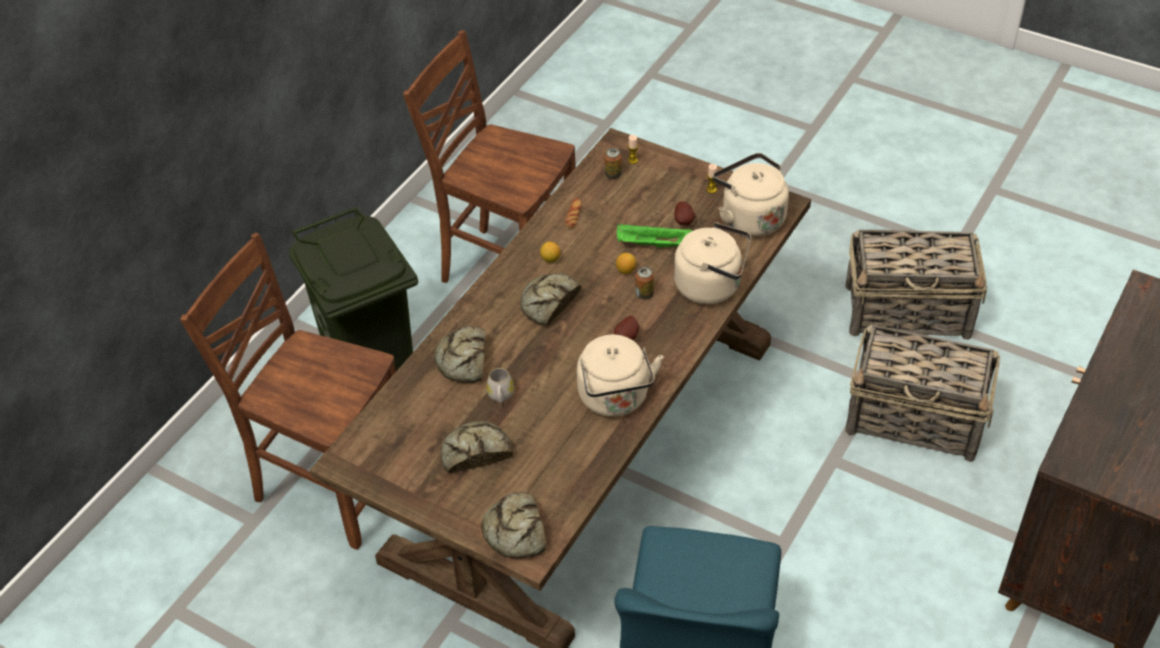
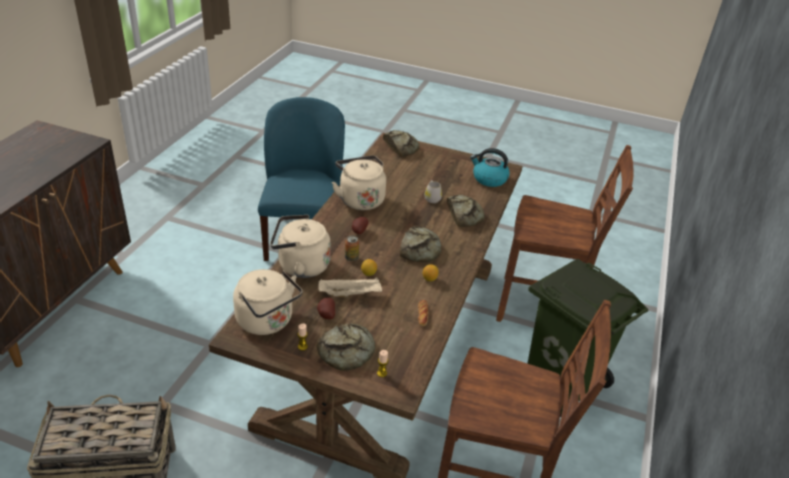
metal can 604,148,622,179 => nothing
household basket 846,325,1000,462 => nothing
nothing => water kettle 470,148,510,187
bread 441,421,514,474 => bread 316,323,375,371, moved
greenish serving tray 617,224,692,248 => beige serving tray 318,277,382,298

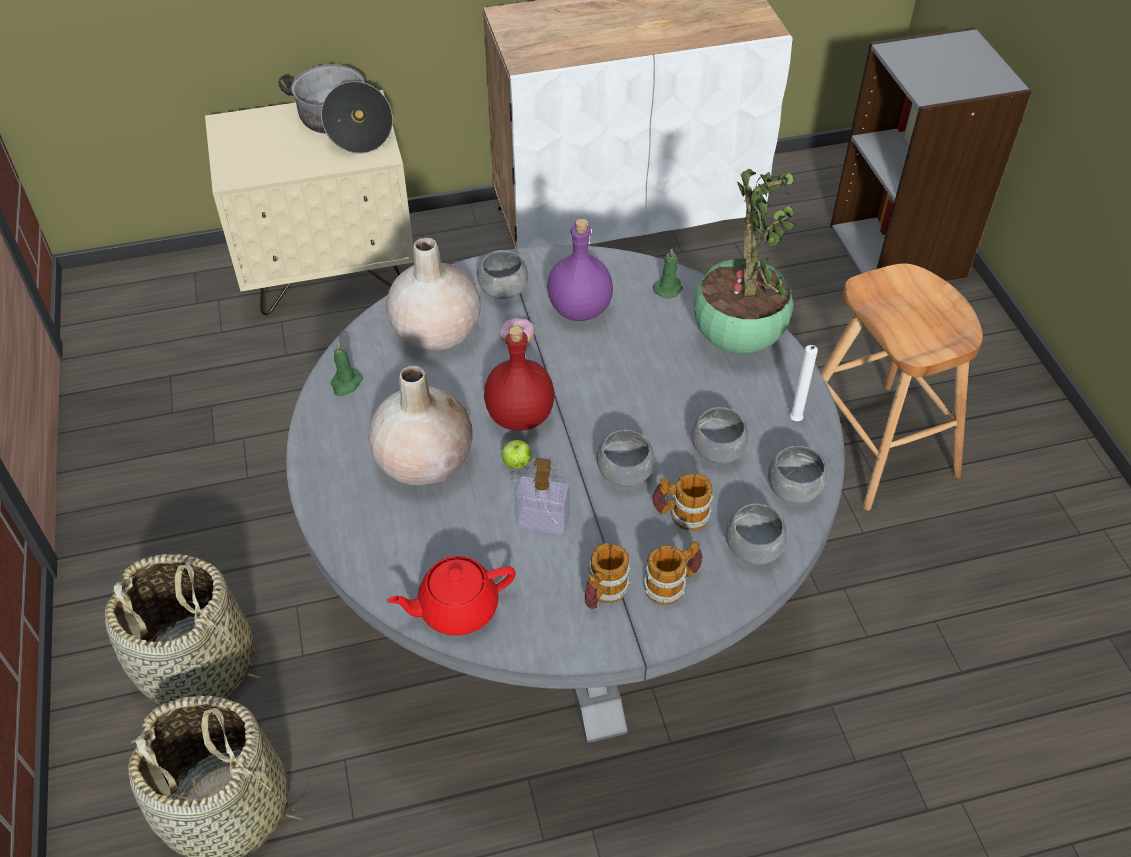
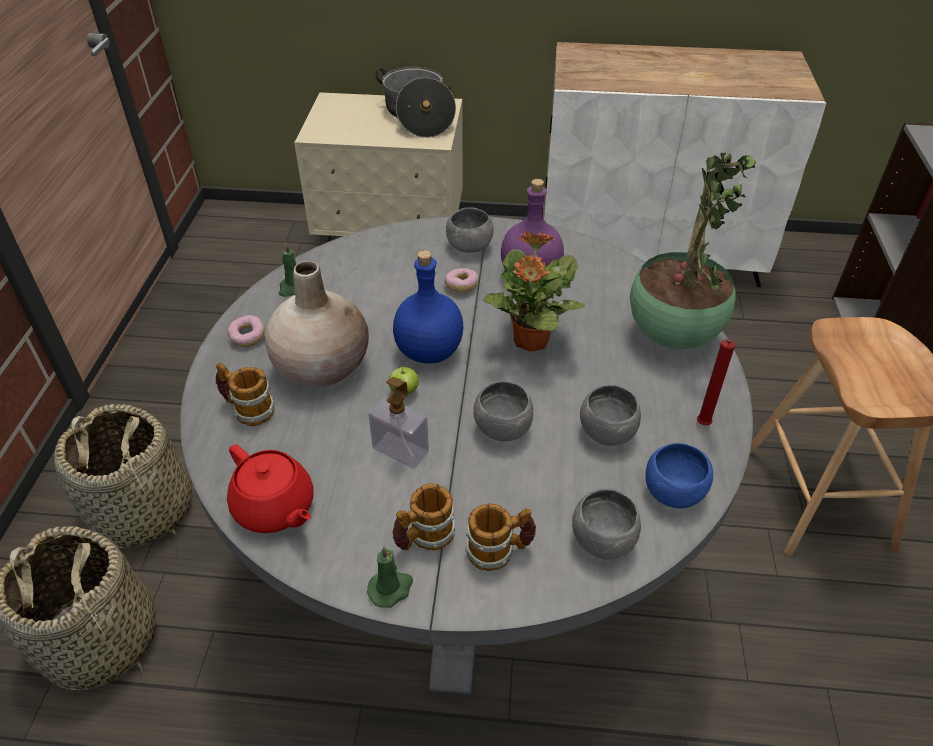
beige flower vase 386,237,481,350 => nothing
nothing => doughnut 228,315,265,347
nothing => potted plant 483,231,585,352
tea mug 652,473,714,531 => tea mug 216,363,275,426, moved
greenish wax light 653,248,683,299 => greenish wax light 367,546,413,608, moved
reddish bottle 484,326,554,431 => bluish bottle 393,250,463,364
gray serving bowl 768,446,827,504 => bluish serving bowl 646,443,713,508
white wax light 790,345,818,421 => reddish wax light 697,339,735,426
reddish tea pot 387,556,516,635 => reddish tea pot 227,444,314,533, 135 degrees counterclockwise

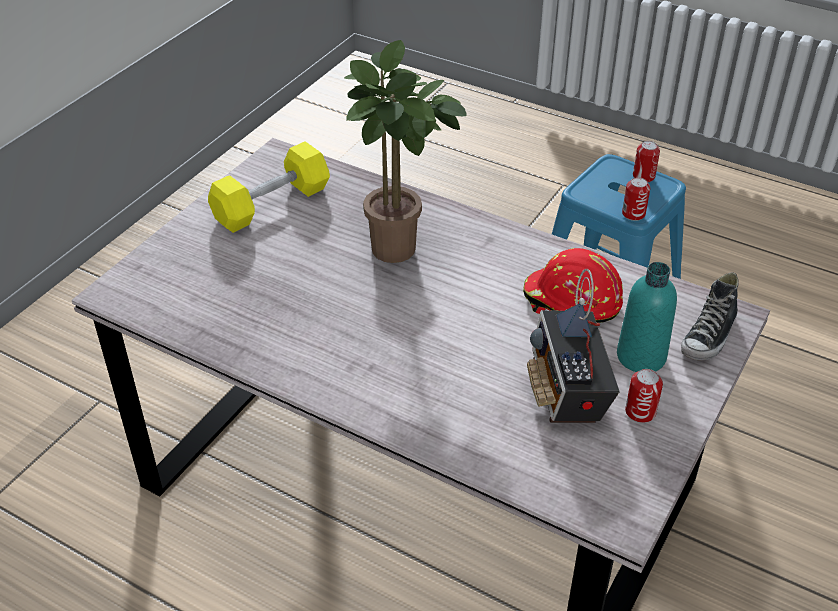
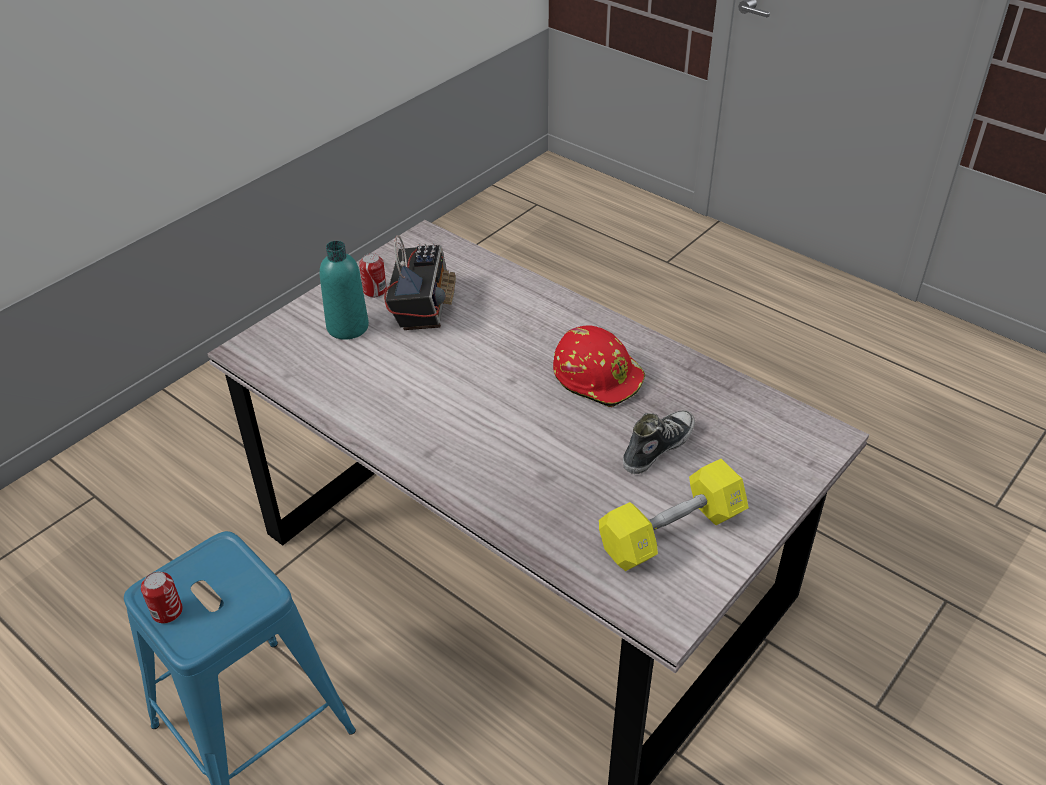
potted plant 344,40,466,263 => nothing
metal can 622,177,650,221 => nothing
reddish work helmet 523,248,623,323 => reddish work helmet 553,325,645,407, moved
low shoe 681,272,738,361 => low shoe 623,410,695,474, moved

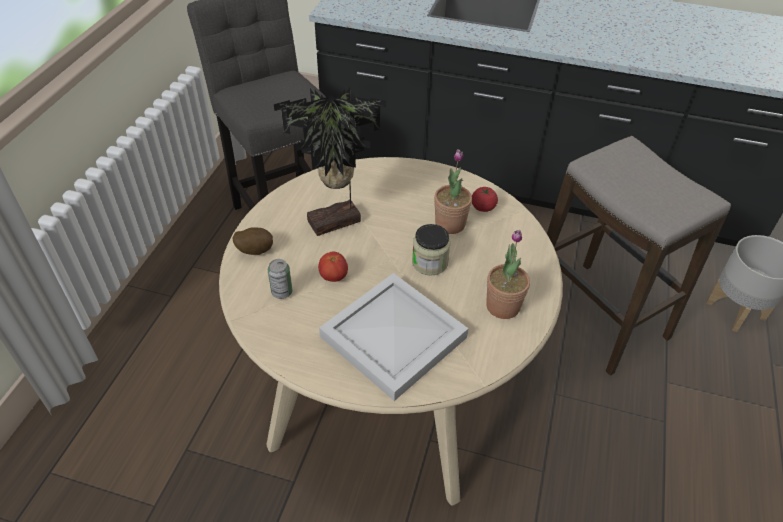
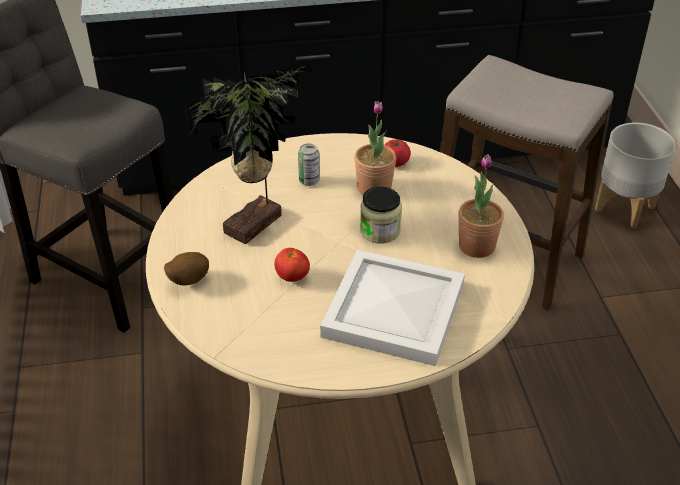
metal can 268,259,292,299 => metal can 298,144,320,186, moved

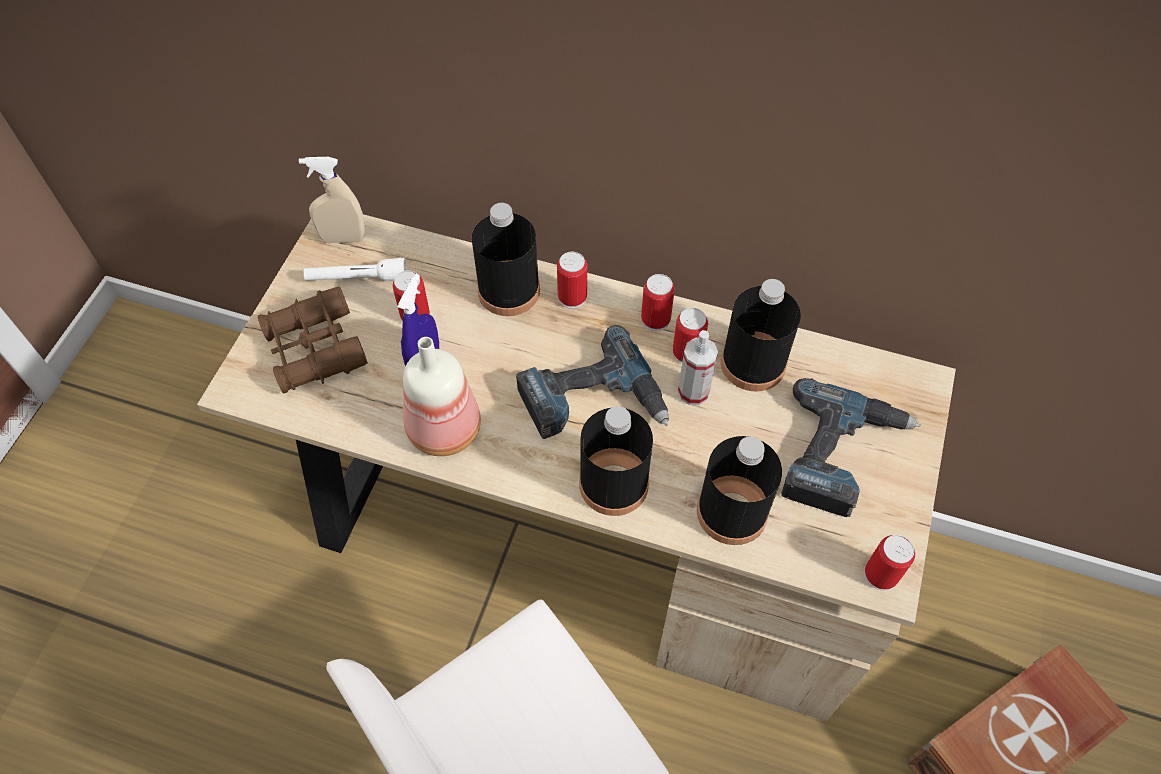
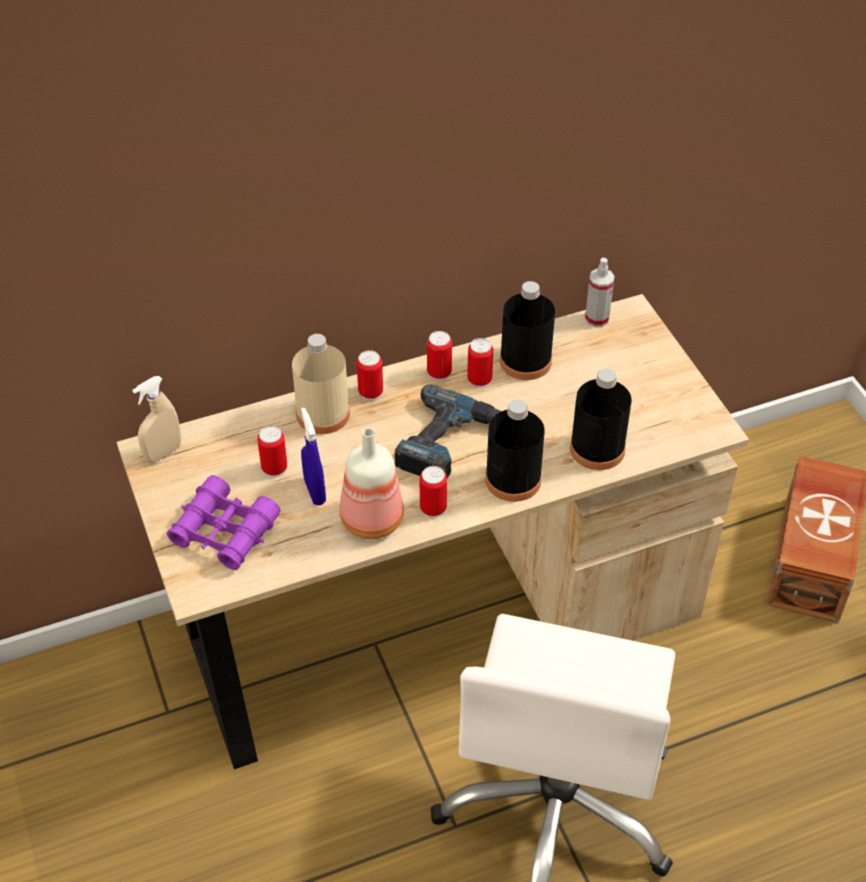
white torch 304,257,407,281 => nothing
drill 781,378,921,517 => nothing
spray bottle 678,330,718,405 => spray bottle 585,258,615,327, moved
metal can 865,535,915,590 => metal can 420,466,447,518, moved
brown pair of binoculars 258,287,368,394 => purplish pair of binoculars 167,475,280,570
blackish bottle 472,203,540,316 => beige bottle 292,334,350,434

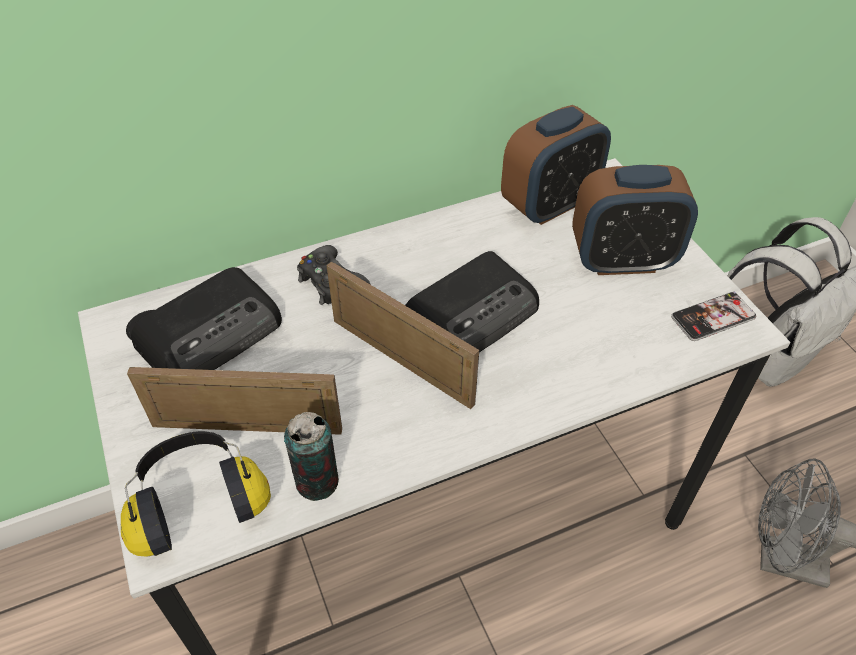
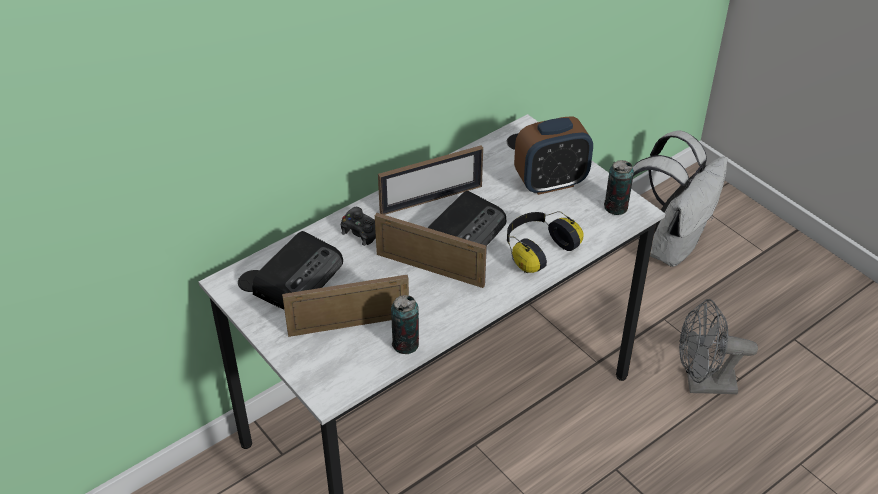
alarm clock 501,105,611,225 => nothing
nothing => standing frame 378,145,483,215
headset 121,431,271,556 => headset 507,211,584,273, moved
phone 671,292,756,341 => metal can 604,160,634,215

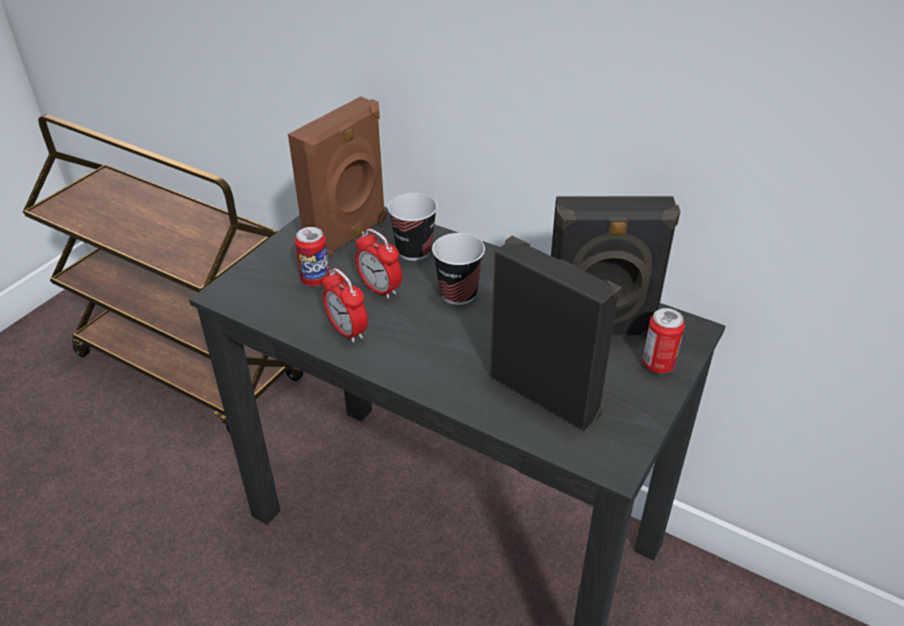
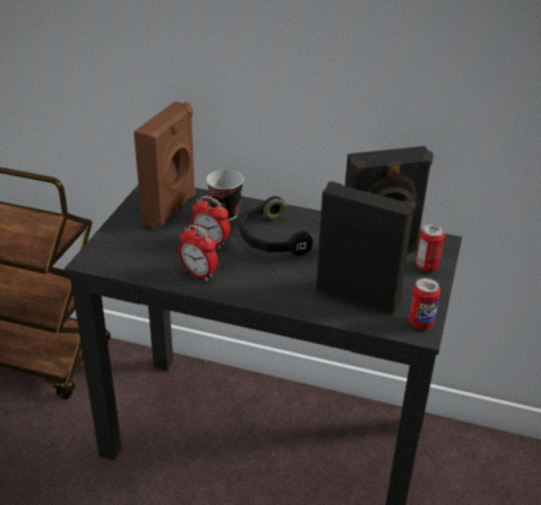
metal can 295,227,330,286 => metal can 408,278,440,329, moved
small cup 432,233,485,305 => blackish headset 239,196,313,256

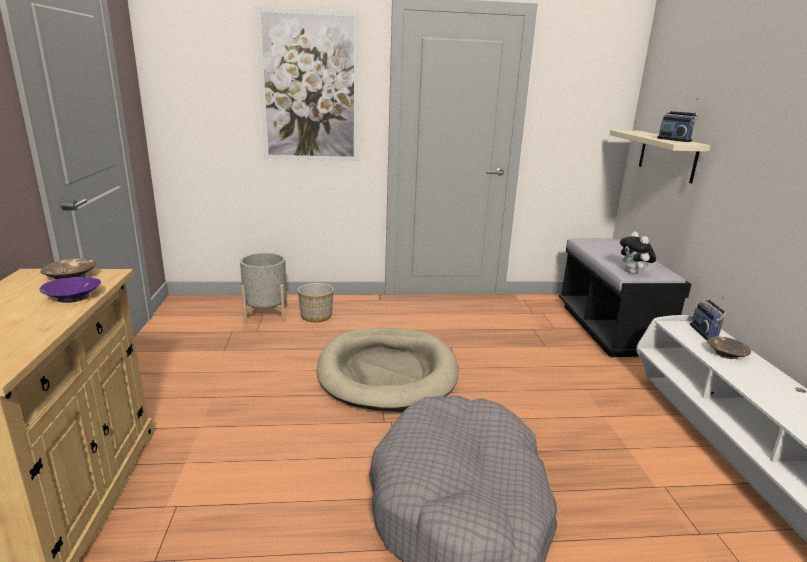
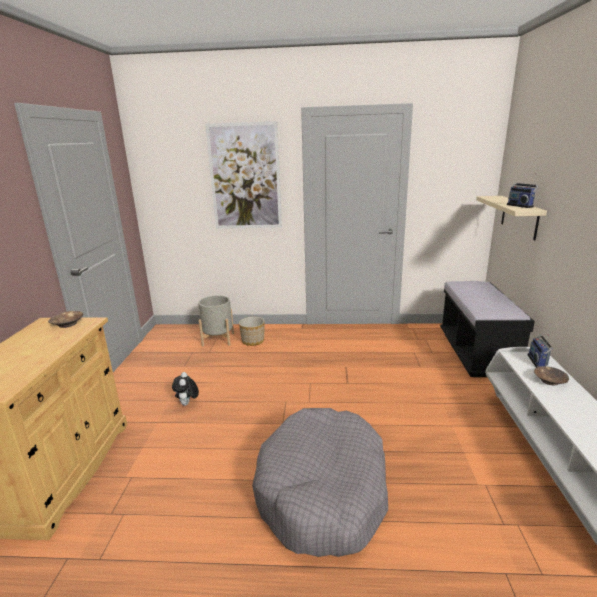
purplish serving bowl 40,277,101,303 => nothing
beige dog bed 317,328,459,412 => nothing
plush toy 620,231,656,274 => plush toy 172,372,199,406, moved

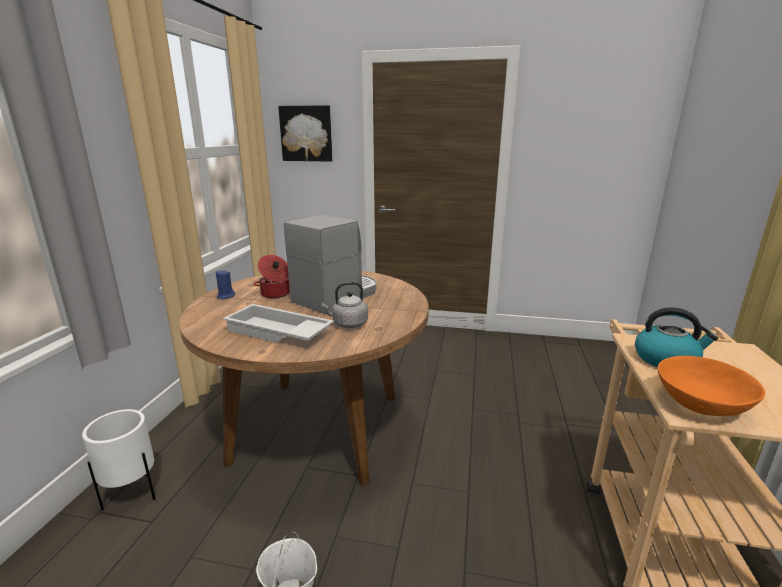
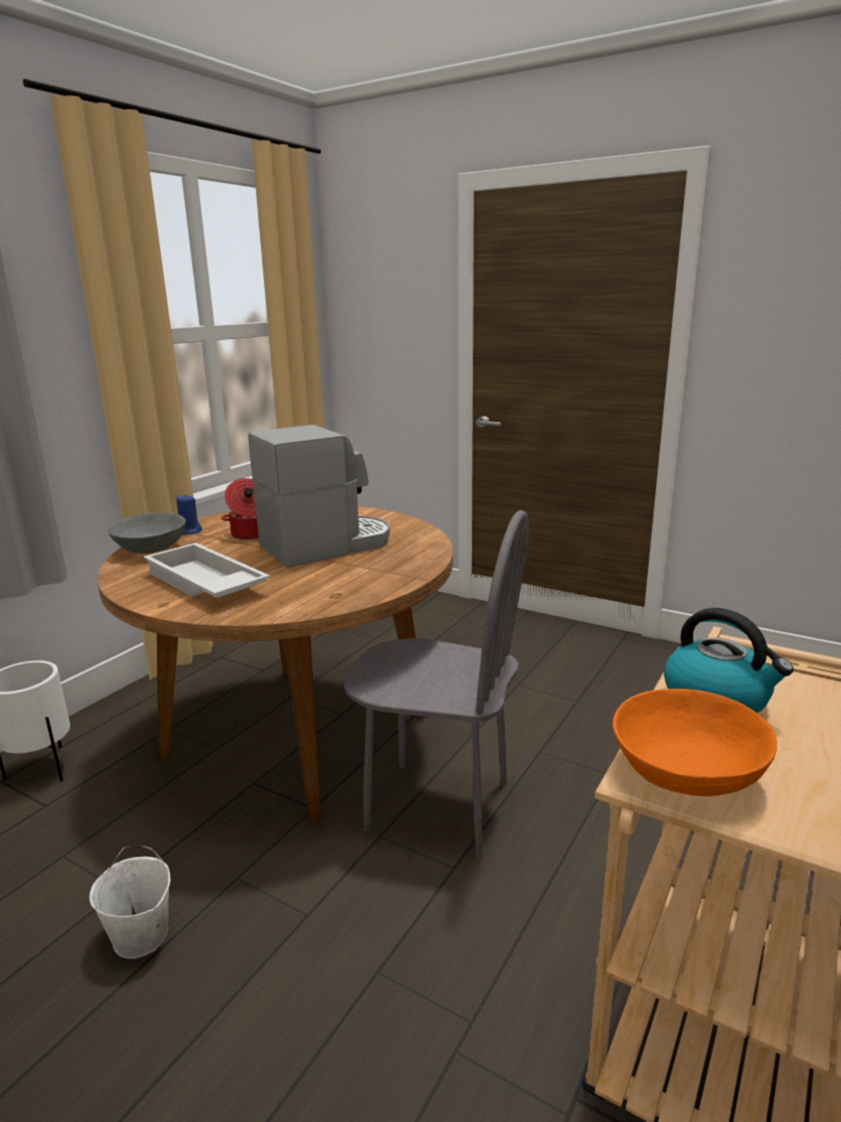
wall picture 278,105,332,162 => nothing
gray water kettle 321,282,368,328 => nothing
nothing => gray serving bowl 108,513,186,554
nothing => gray upright chair 343,510,529,859

